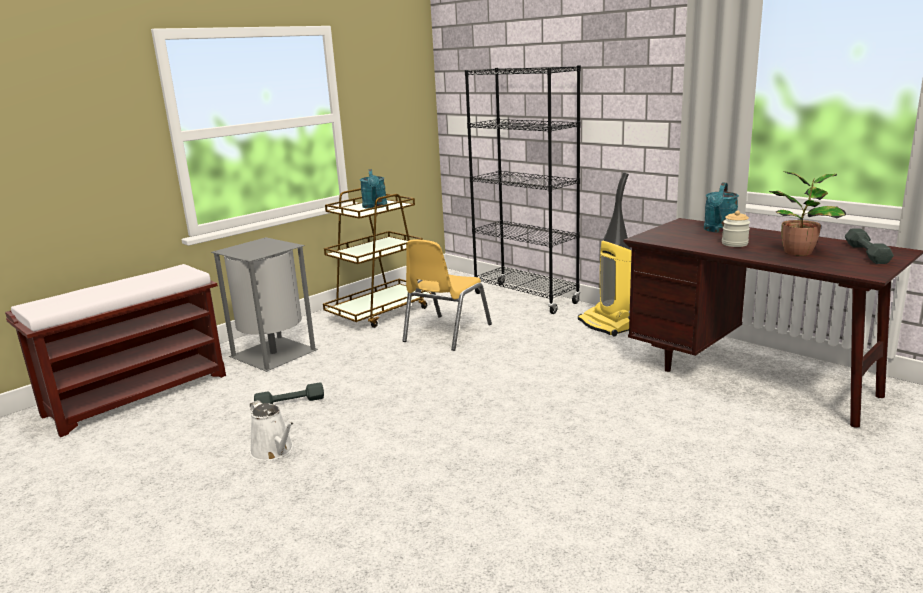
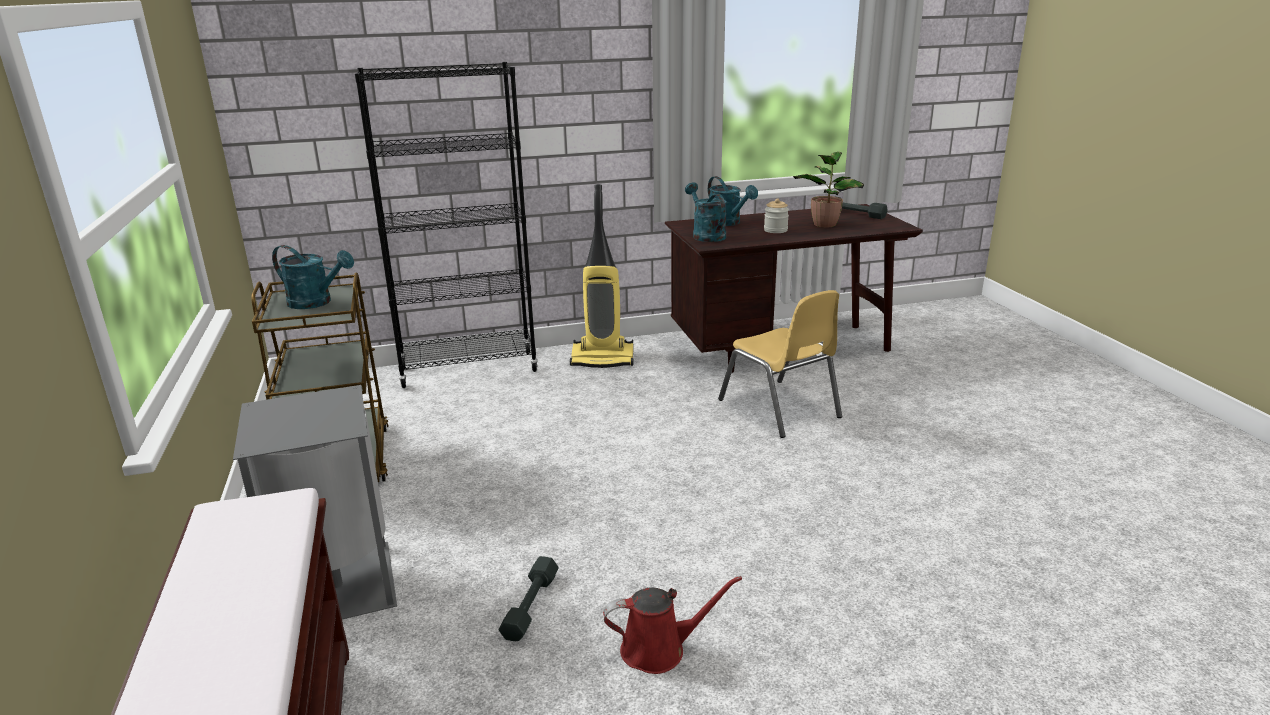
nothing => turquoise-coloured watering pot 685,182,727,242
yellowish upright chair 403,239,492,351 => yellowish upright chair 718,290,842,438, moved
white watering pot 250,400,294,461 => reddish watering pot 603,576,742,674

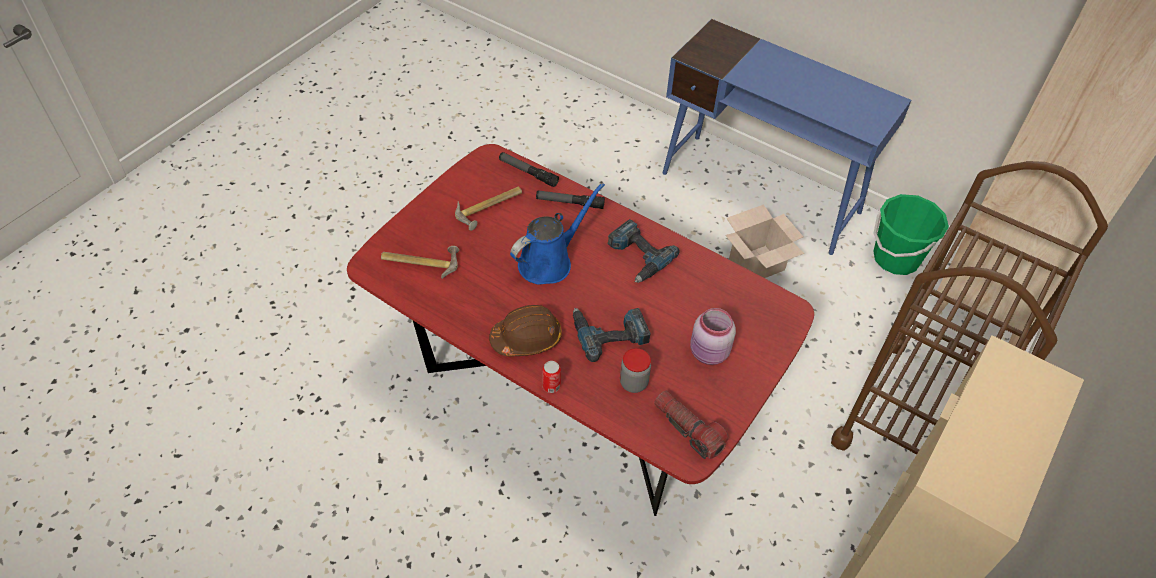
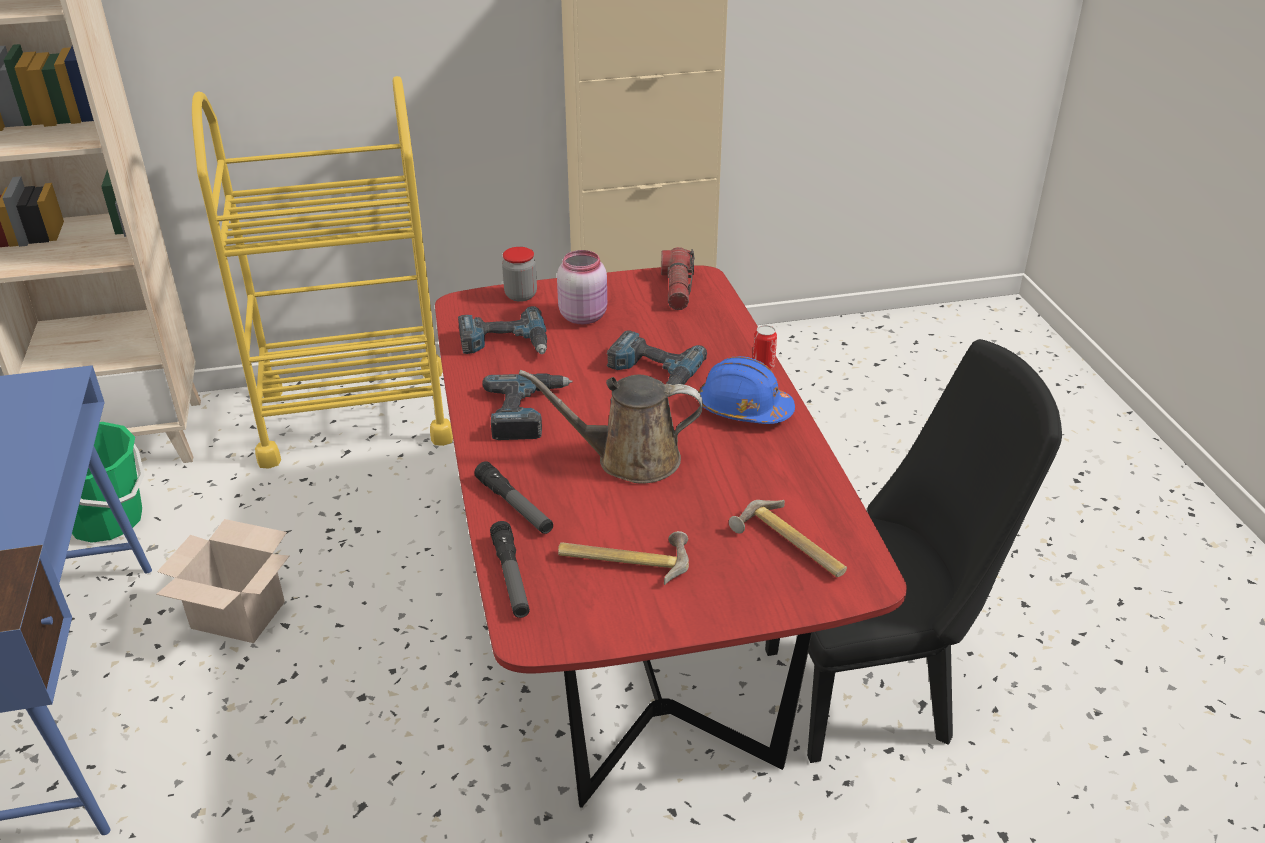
nothing => drill 458,306,547,354
nothing => blackish upright chair 765,339,1062,763
jar 620,348,651,393 => jar 502,247,537,302, moved
brown work helmet 489,305,562,356 => bluish work helmet 699,356,795,424
bluish watering pot 510,183,605,285 => brown watering pot 519,370,703,484
brown trolley 831,161,1108,454 => yellowish trolley 192,76,453,469

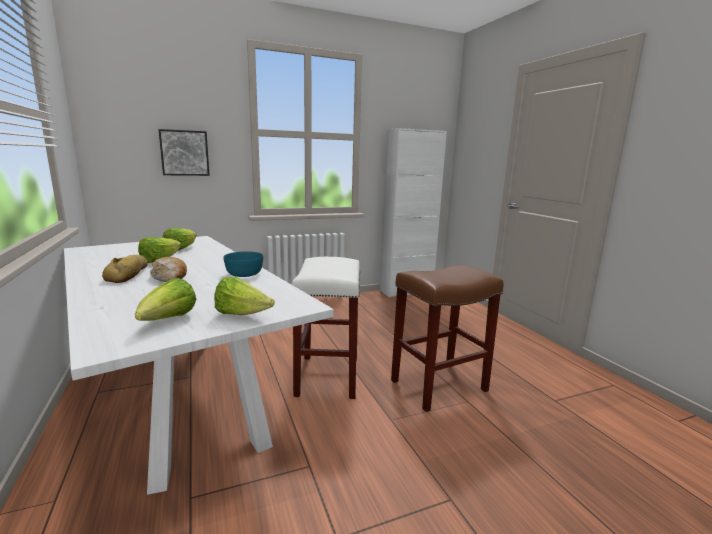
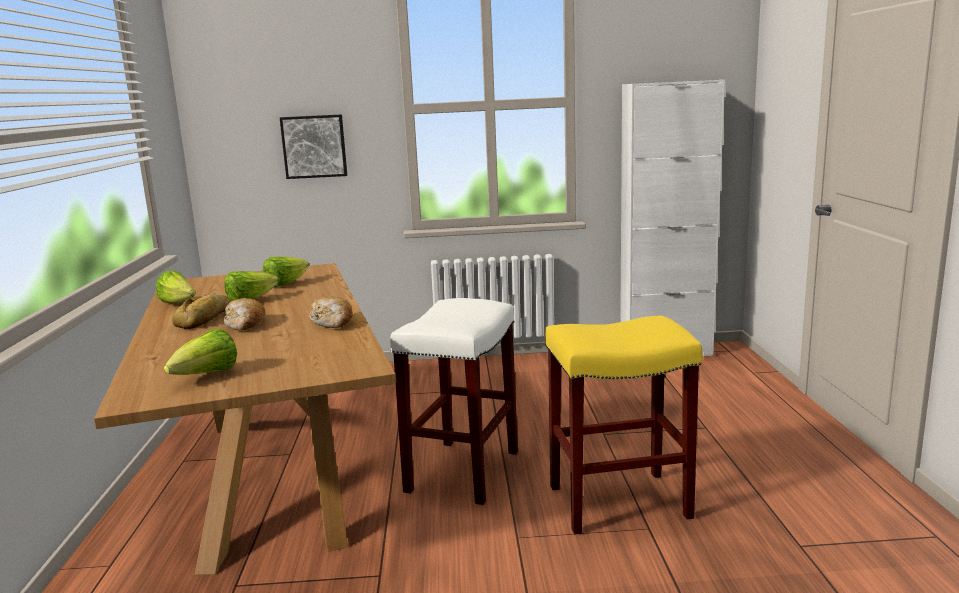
lettuce head 215,276,275,315 => lettuce head 156,271,196,303, moved
turquoise-coloured serving bowl 223,251,263,277 => bread 309,296,353,328
white dining table 64,236,334,495 => brown dining table 94,263,396,575
brown stool seat 391,265,503,412 => yellowish stool seat 545,315,702,534

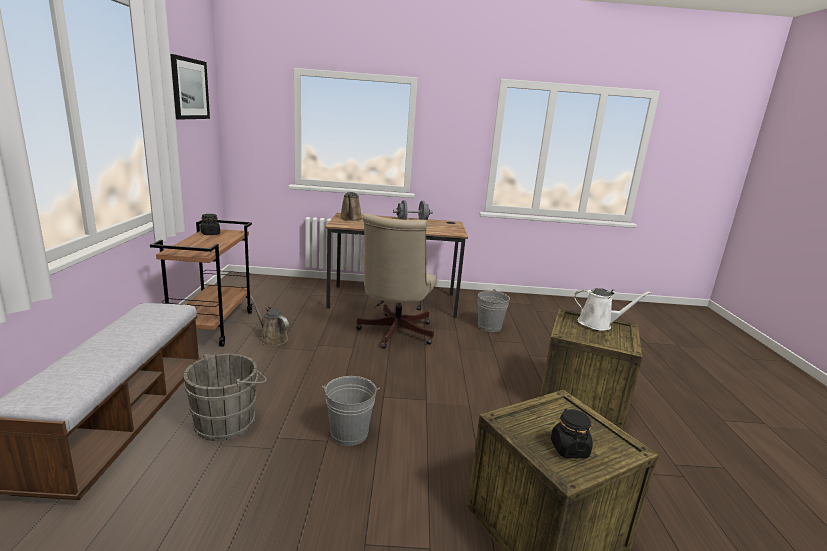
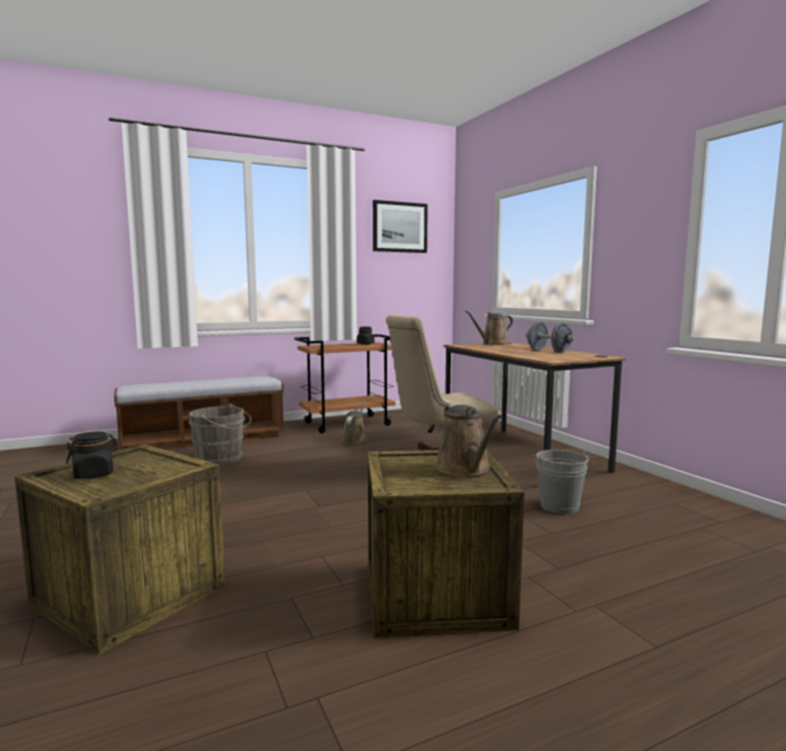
gray water bucket 322,376,380,446 => nothing
white watering pot 574,288,652,331 => brown watering pot 435,404,502,476

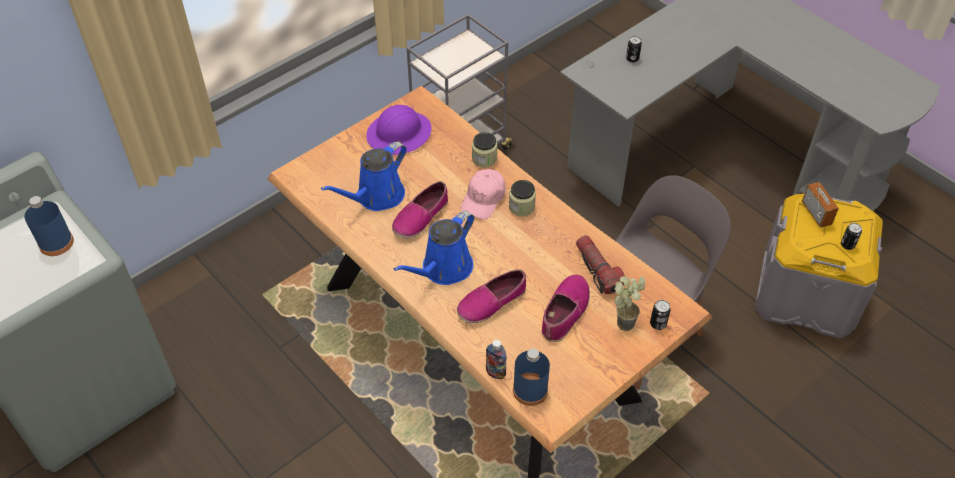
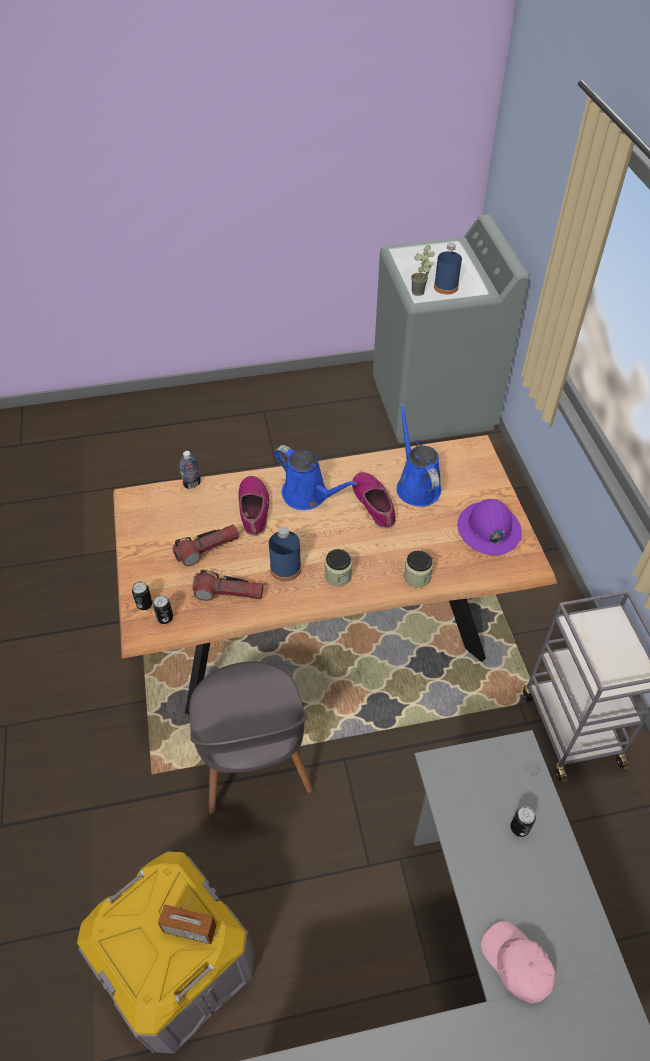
pink-coloured baseball cap 461,169,506,219 => pink-coloured baseball cap 481,921,556,1004, moved
bluish bottle 513,348,550,406 => bluish bottle 269,527,301,581, moved
potted plant 614,276,645,331 => potted plant 411,245,435,296, moved
metal can 841,223,862,250 => metal can 153,595,173,624, moved
low shoe 542,275,590,342 => torch 173,524,239,566
bluish watering pot 394,210,474,285 => bluish watering pot 274,445,358,510, 150 degrees clockwise

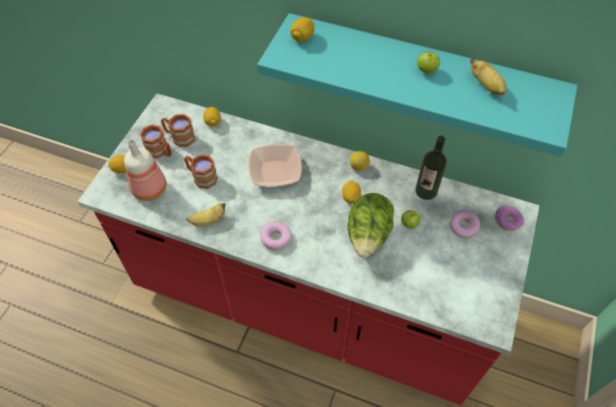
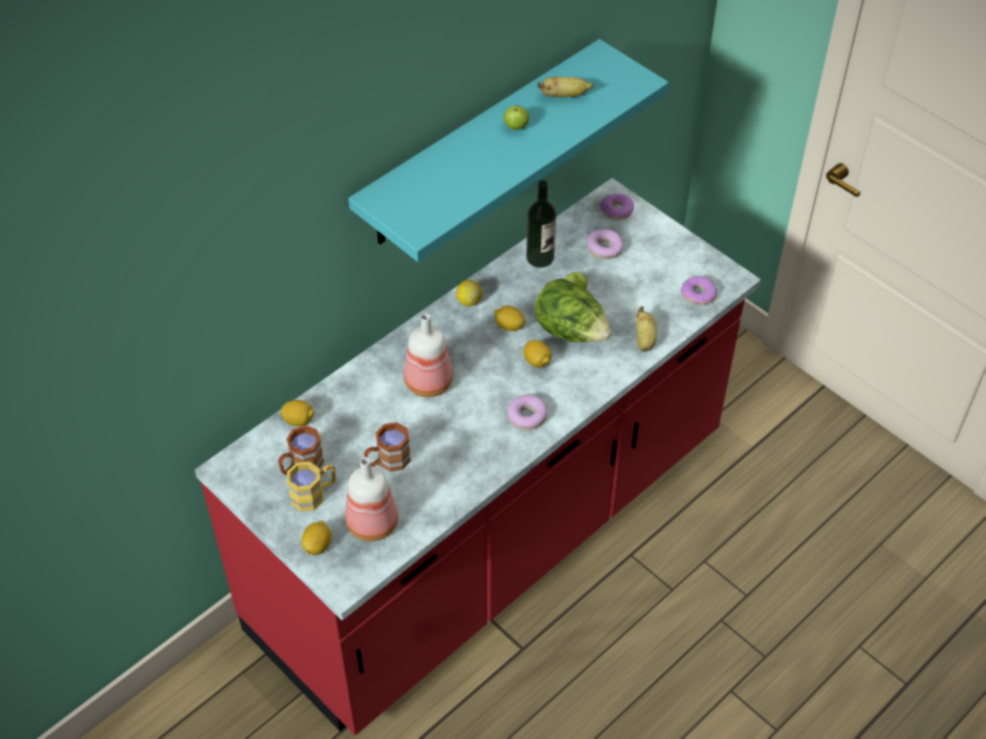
nothing => doughnut 681,276,717,305
banana 186,202,226,227 => banana 636,306,657,352, moved
citrus fruit 290,17,315,42 => citrus fruit 523,340,552,368, moved
serving bowl 248,144,302,187 => bottle 404,314,453,397
brown tea mug 140,125,172,159 => yellowish tea mug 287,462,336,511

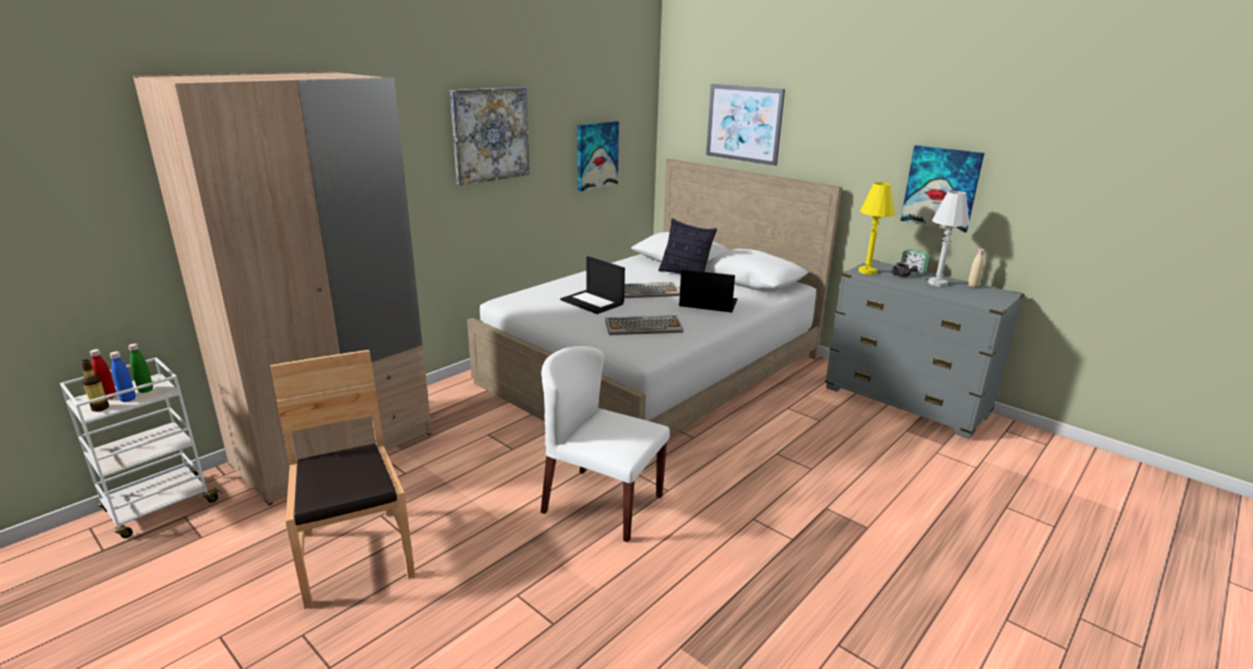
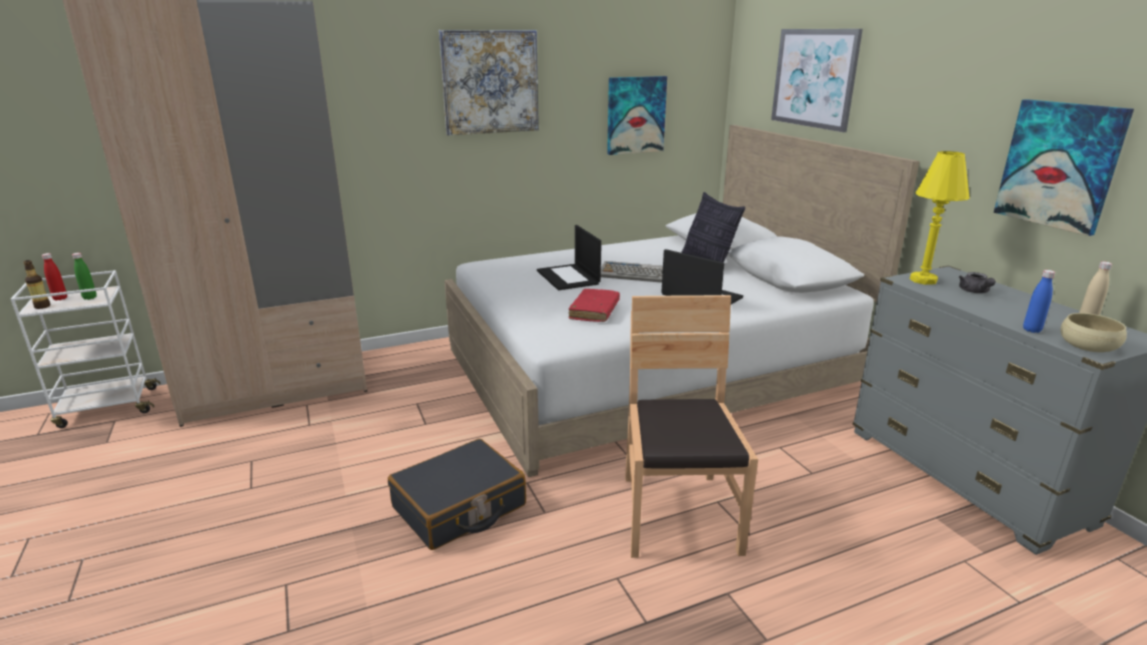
alarm clock 901,249,930,275 => nothing
white table lamp 928,191,970,287 => nothing
nothing => beige serving bowl 1061,313,1127,352
bluish bottle 110,351,136,402 => bluish bottle 1023,270,1055,333, moved
brown upright chair 270,350,415,609 => brown upright chair 625,295,758,558, moved
white upright chair 541,346,670,542 => blackish suitcase 388,439,526,550
computer keyboard 606,315,683,335 => reddish volume 569,289,620,322

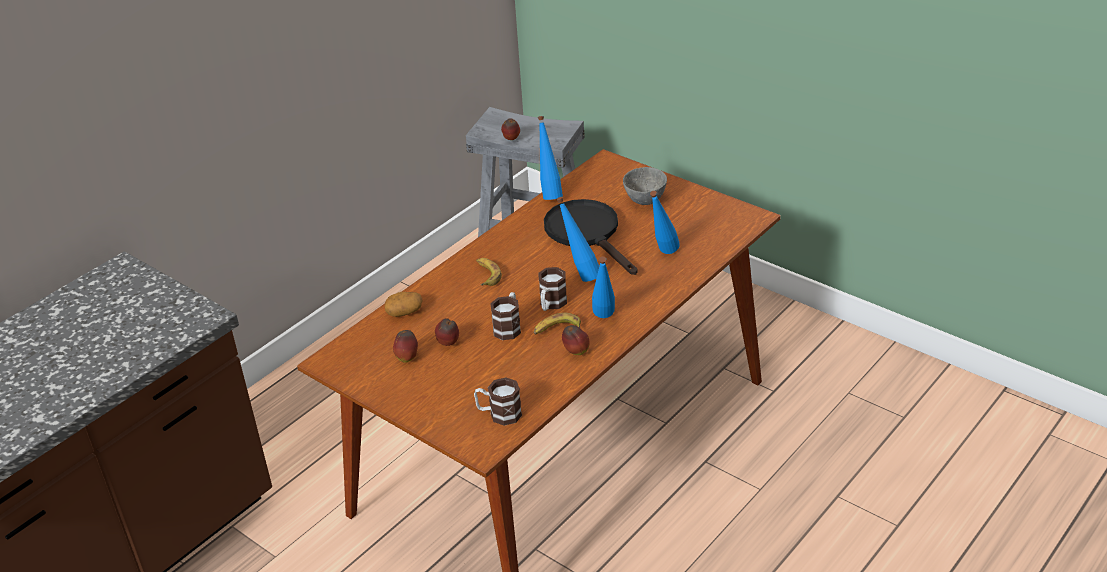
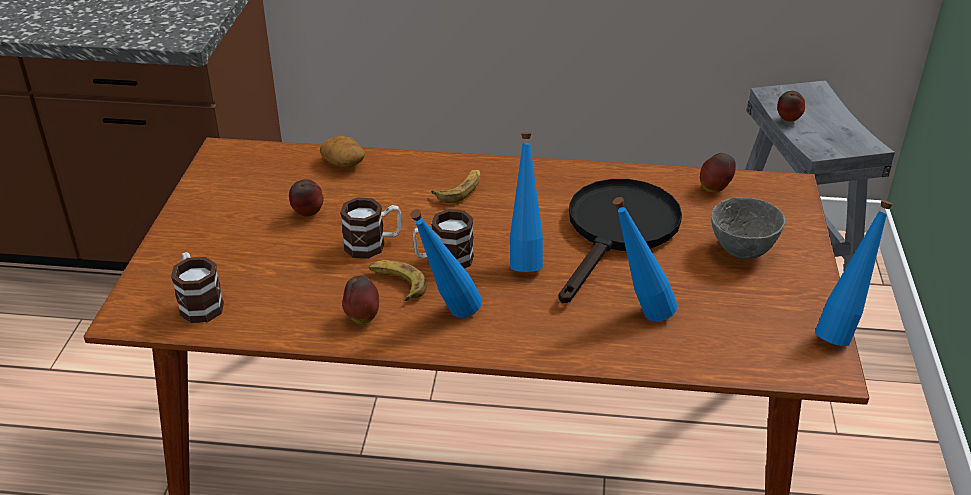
apple 393,330,418,363 => apple 700,153,736,192, moved
bluish bottle 538,116,563,200 => bluish bottle 815,200,893,346, moved

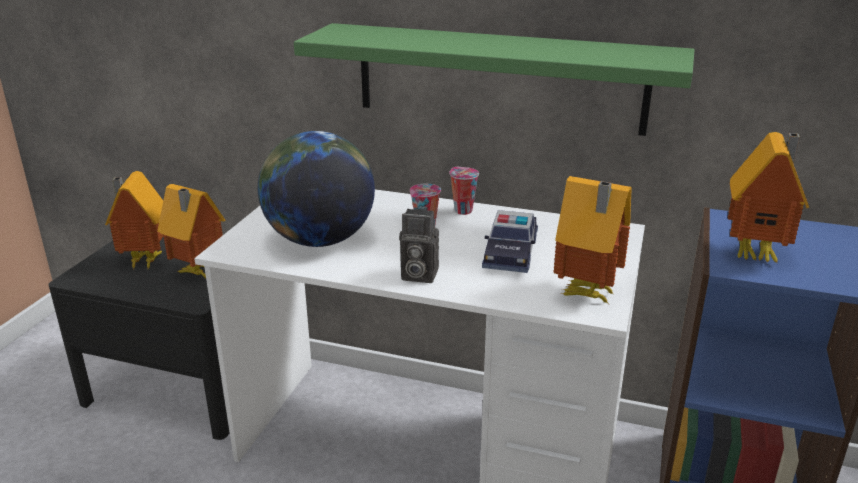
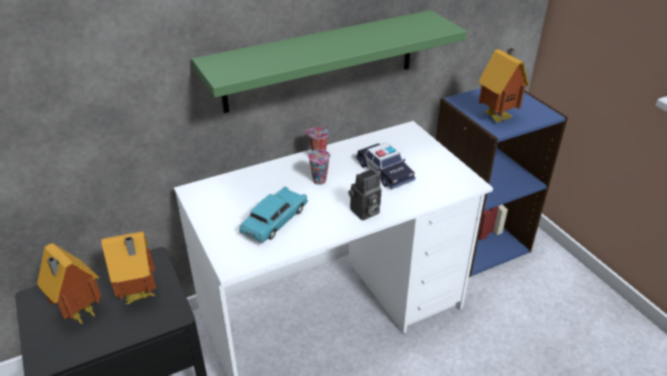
miniature house 553,176,632,304 => nothing
world globe 258,131,375,247 => turquoise-coloured model car 239,187,308,244

